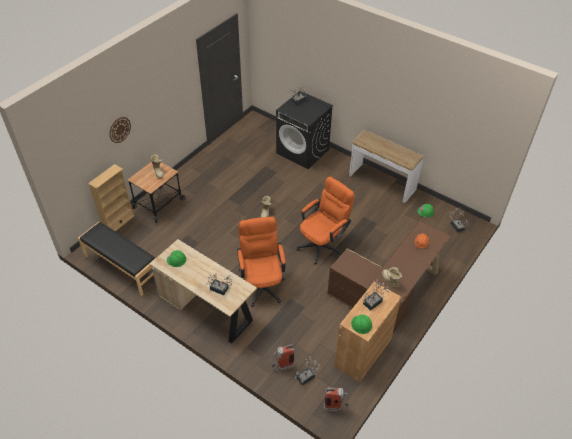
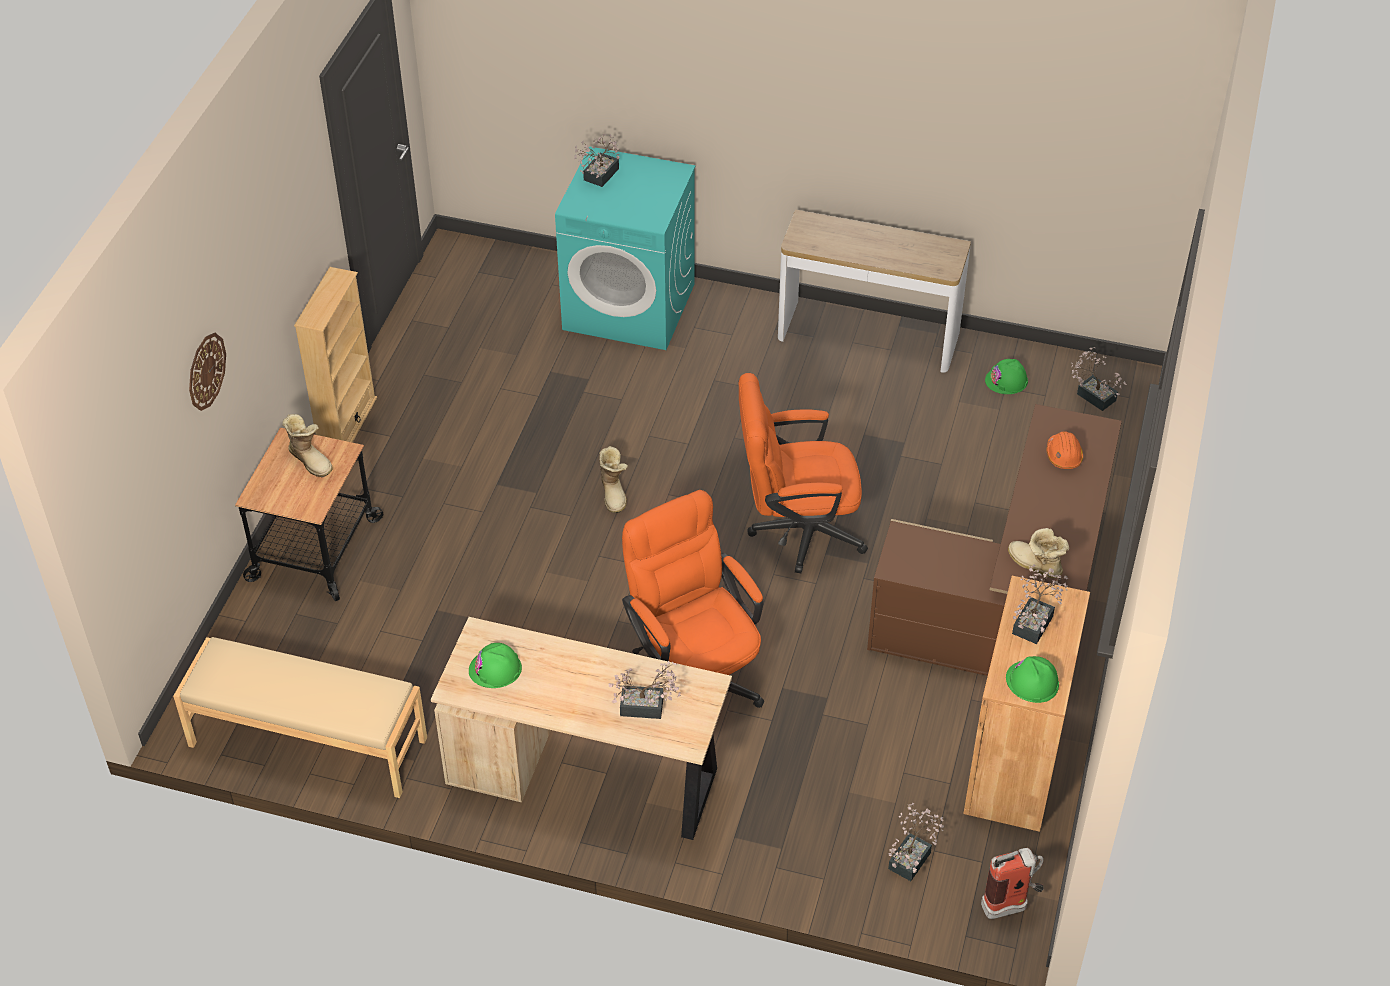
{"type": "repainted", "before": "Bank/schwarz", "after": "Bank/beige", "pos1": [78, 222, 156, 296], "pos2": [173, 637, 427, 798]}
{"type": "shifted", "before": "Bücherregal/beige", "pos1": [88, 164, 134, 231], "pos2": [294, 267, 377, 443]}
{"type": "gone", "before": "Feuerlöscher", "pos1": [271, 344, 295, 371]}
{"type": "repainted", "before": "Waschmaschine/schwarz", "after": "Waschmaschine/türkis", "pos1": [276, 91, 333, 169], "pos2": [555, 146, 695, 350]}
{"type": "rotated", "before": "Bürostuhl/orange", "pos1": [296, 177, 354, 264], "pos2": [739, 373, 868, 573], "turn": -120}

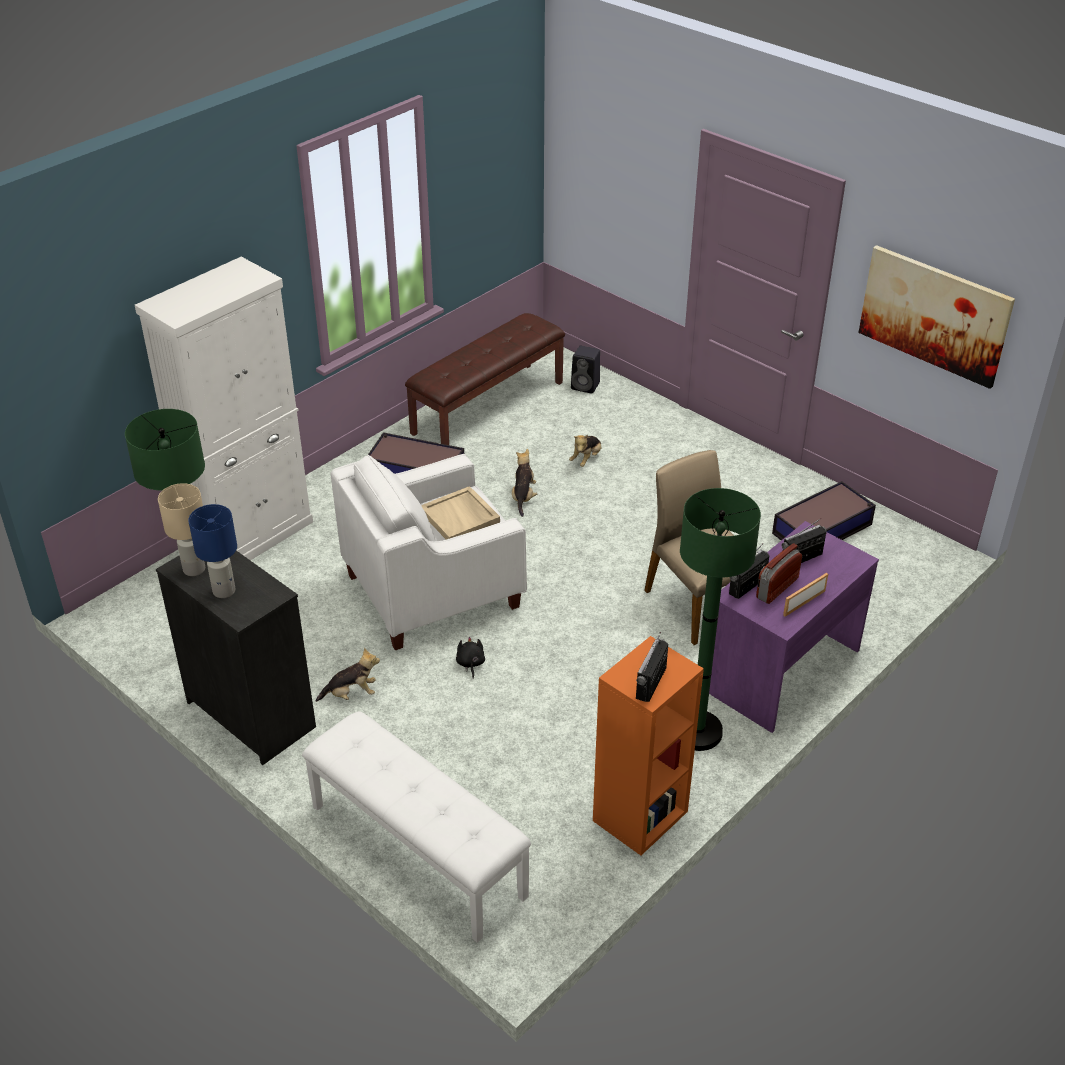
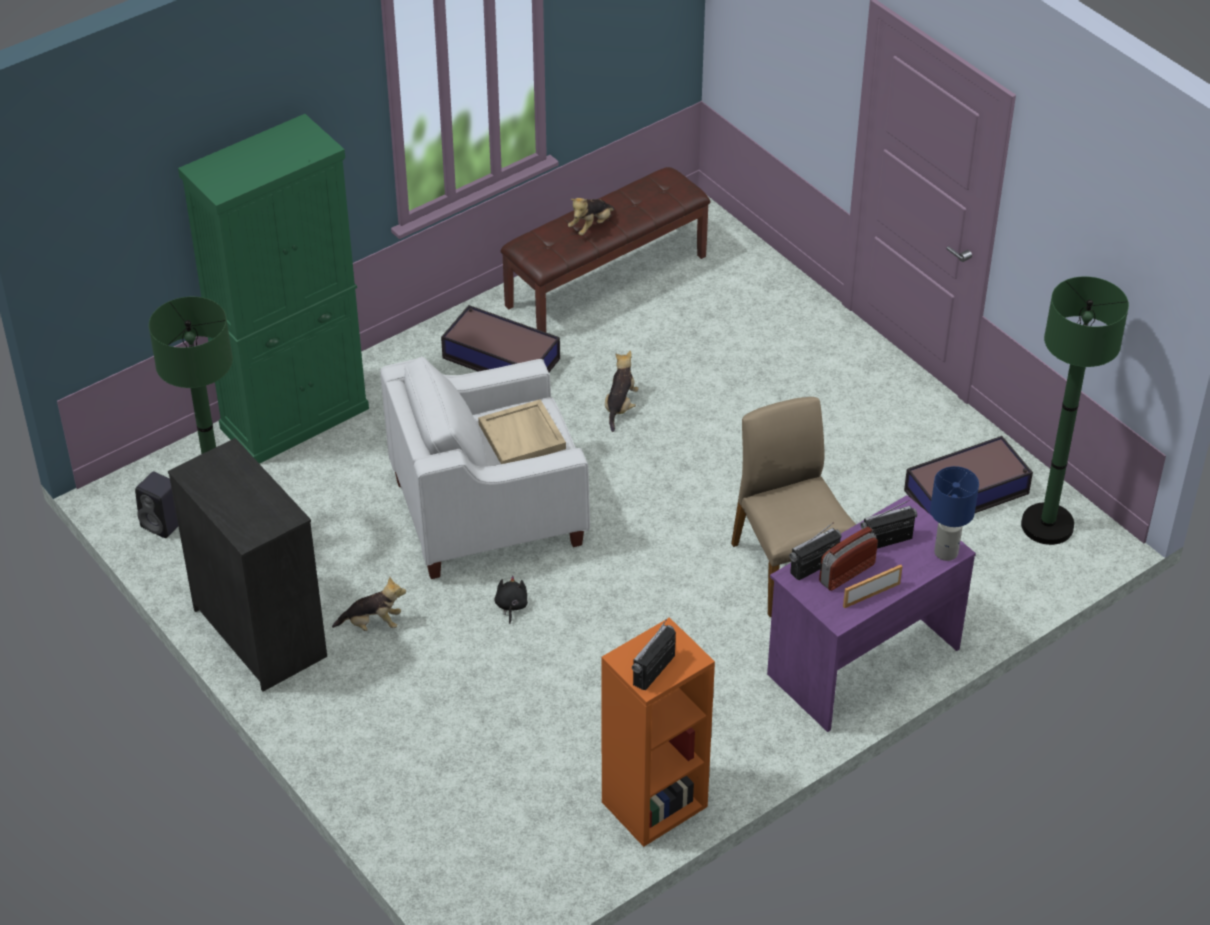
{"type": "repainted", "before": "Schrank/weiß", "after": "Schrank/grün", "pos1": [135, 257, 313, 560], "pos2": [178, 114, 369, 464]}
{"type": "gone", "before": "Tischlampe/beige", "pos1": [158, 483, 205, 576]}
{"type": "shifted", "before": "Tischlampe/blau", "pos1": [188, 504, 237, 598], "pos2": [930, 466, 979, 561]}
{"type": "gone", "before": "Bank/weiß", "pos1": [302, 711, 531, 943]}
{"type": "shifted", "before": "Plüschtier", "pos1": [569, 435, 602, 467], "pos2": [568, 198, 614, 236]}
{"type": "shifted", "before": "Lautsprecher/schwarz", "pos1": [571, 345, 600, 394], "pos2": [135, 471, 178, 538]}
{"type": "shifted", "before": "Stehlampe/grün", "pos1": [680, 488, 761, 751], "pos2": [1021, 276, 1129, 545]}
{"type": "gone", "before": "Bild", "pos1": [858, 245, 1015, 389]}

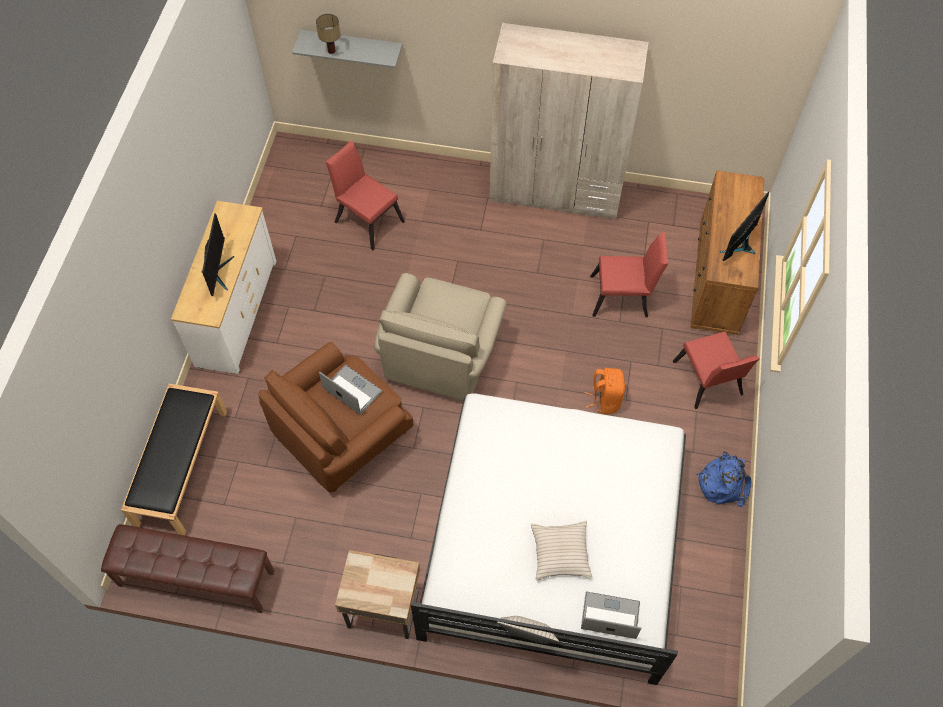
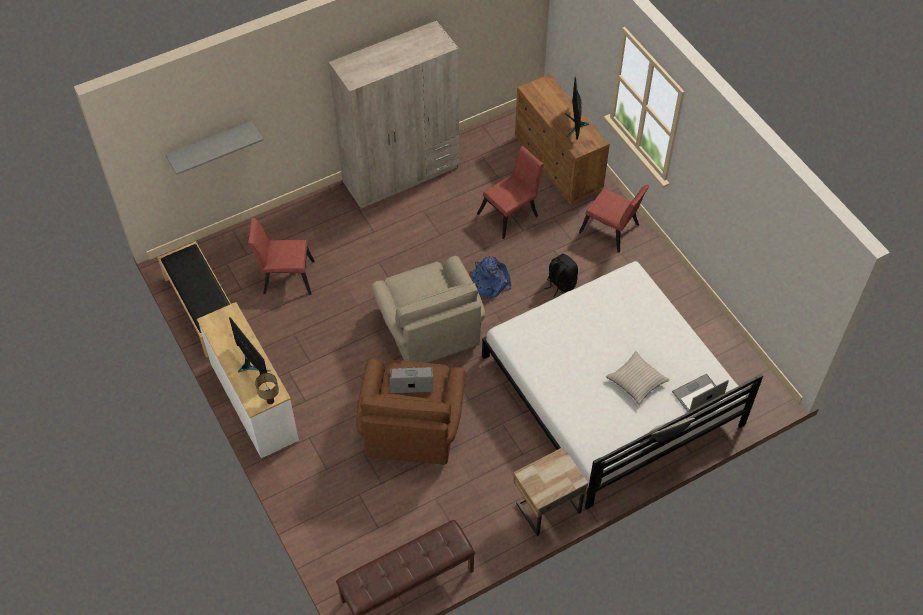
{"type": "shifted", "before": "Bank/schwarz", "pos1": [121, 384, 227, 536], "pos2": [157, 241, 231, 357]}
{"type": "shifted", "before": "Tischlampe", "pos1": [316, 14, 340, 54], "pos2": [255, 373, 279, 404]}
{"type": "repainted", "before": "Rucksack/orange", "after": "Rucksack/schwarz", "pos1": [585, 368, 625, 414], "pos2": [544, 254, 578, 297]}
{"type": "shifted", "before": "Rucksack/blau", "pos1": [696, 451, 751, 507], "pos2": [471, 256, 511, 298]}

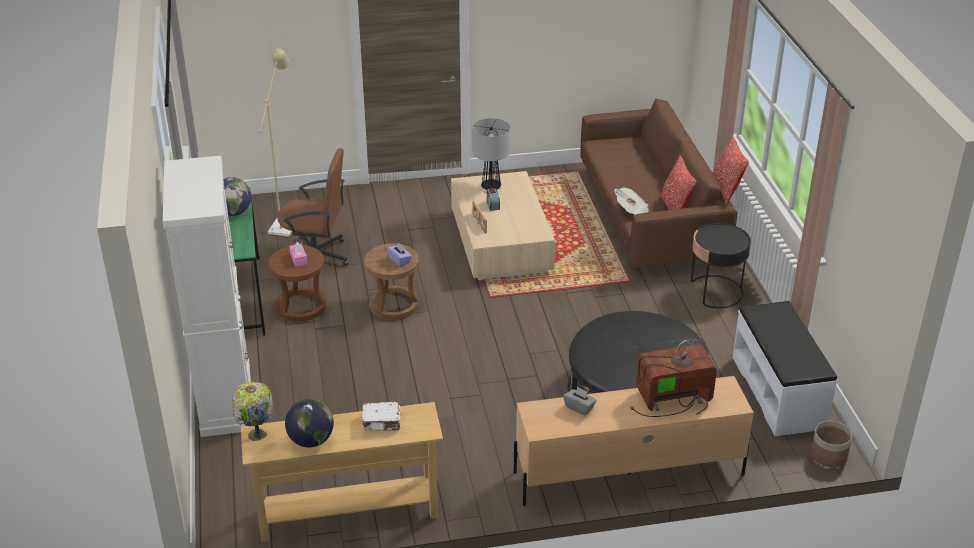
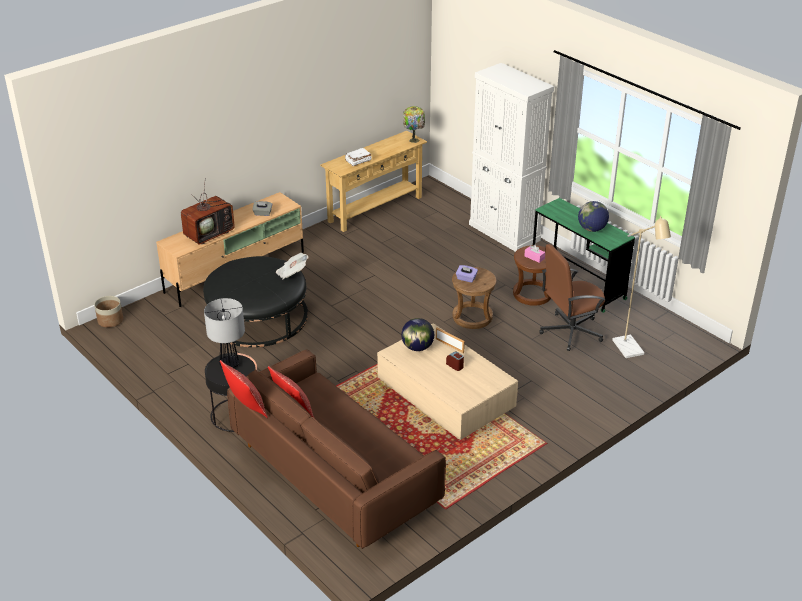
{"type": "shifted", "before": "Globus", "pos1": [285, 399, 334, 447], "pos2": [401, 318, 434, 351]}
{"type": "shifted", "before": "Tischlampe", "pos1": [472, 118, 510, 190], "pos2": [204, 298, 245, 368]}
{"type": "shifted", "before": "Zeitung", "pos1": [614, 188, 649, 215], "pos2": [276, 253, 308, 279]}
{"type": "gone", "before": "Bank/weiß", "pos1": [732, 301, 837, 436]}

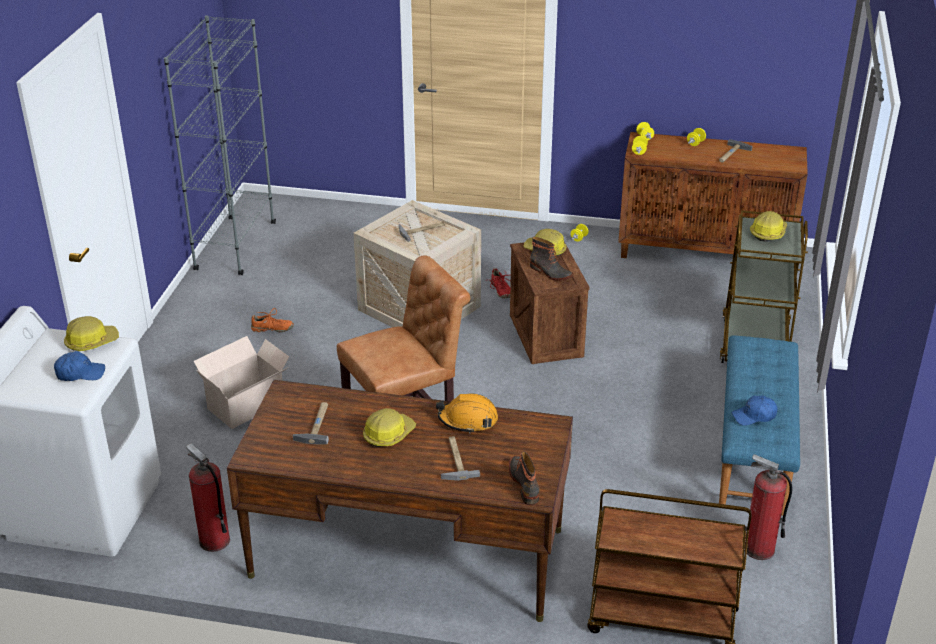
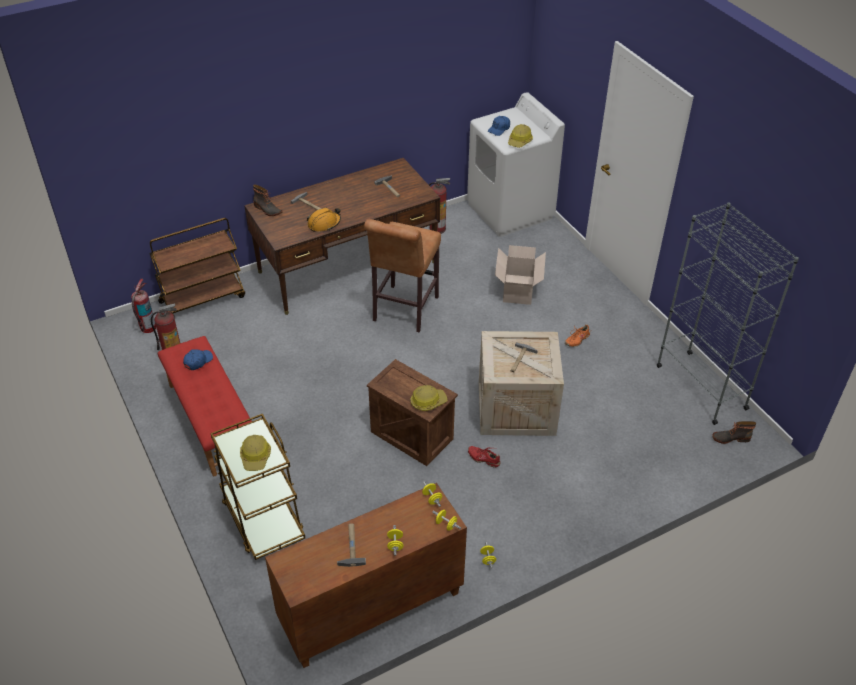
{"type": "gone", "before": "Schutzhelm", "pos1": [363, 408, 416, 447]}
{"type": "shifted", "before": "Stiefel", "pos1": [530, 237, 574, 281], "pos2": [712, 421, 756, 444]}
{"type": "repainted", "before": "Bank/blau", "after": "Bank/rot", "pos1": [719, 335, 800, 516], "pos2": [158, 336, 252, 476]}
{"type": "new", "after": "Feuerlöscher", "pos2": [131, 279, 156, 333]}

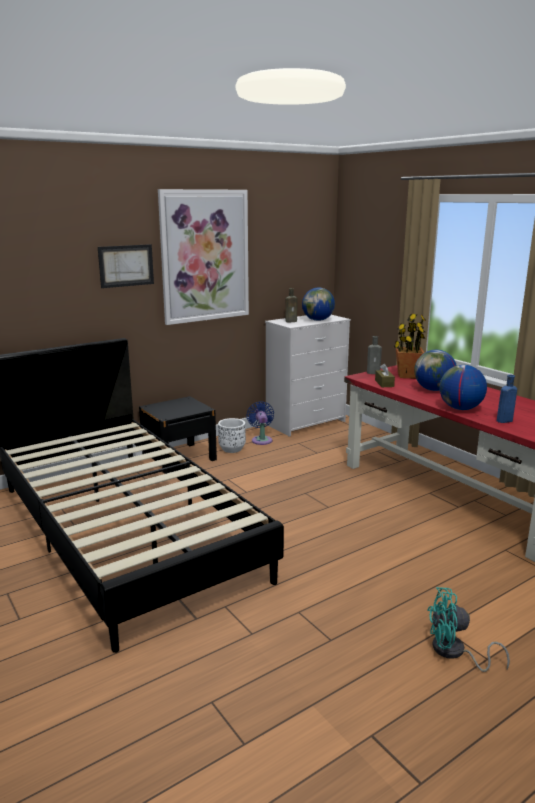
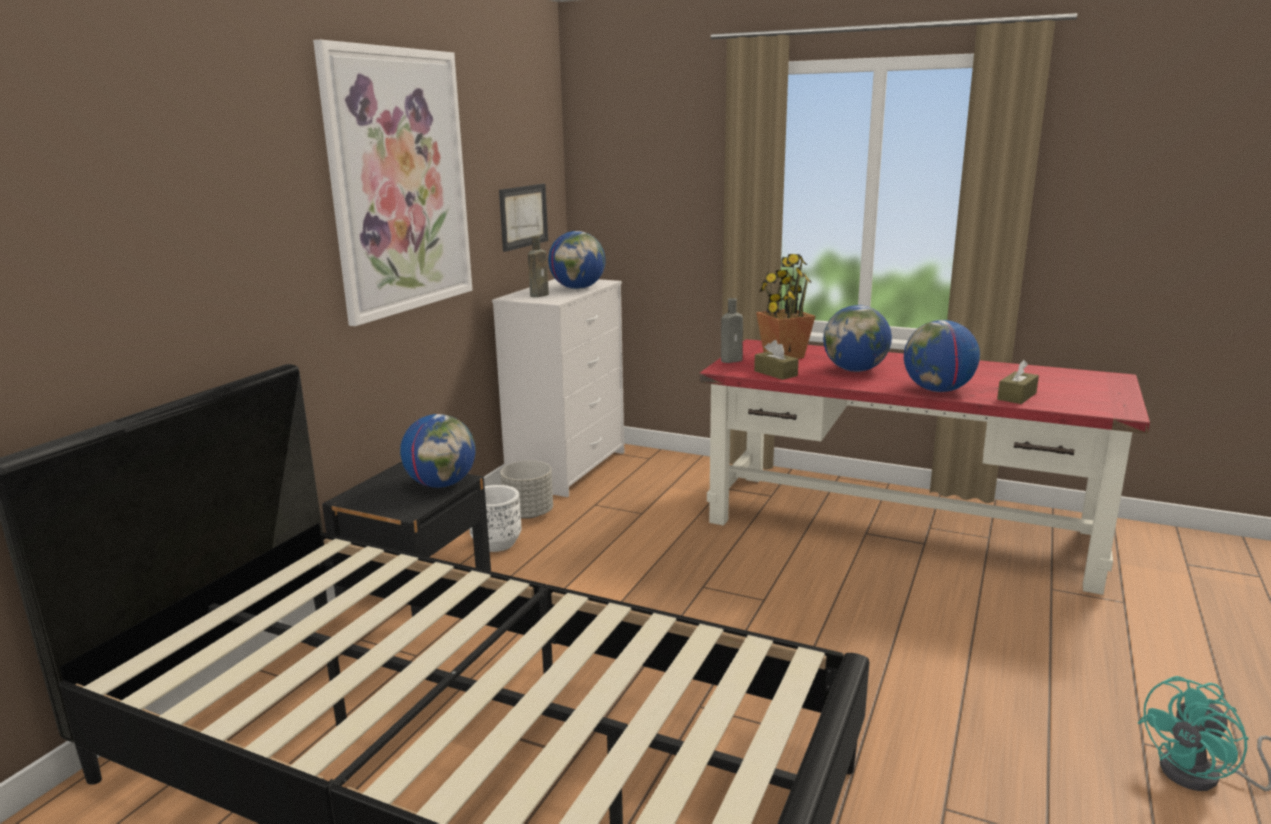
{"type": "shifted", "before": "Bild", "pos1": [98, 244, 154, 288], "pos2": [499, 184, 548, 252]}
{"type": "swapped", "before": "Ventilator/blau", "after": "Pflanzkübel/grau", "pos1": [247, 401, 274, 445], "pos2": [500, 461, 553, 519]}
{"type": "swapped", "before": "Flasche/blau", "after": "Taschentuchbox/braun", "pos1": [497, 375, 517, 423], "pos2": [997, 360, 1039, 404]}
{"type": "new", "after": "Globus", "pos2": [400, 414, 476, 488]}

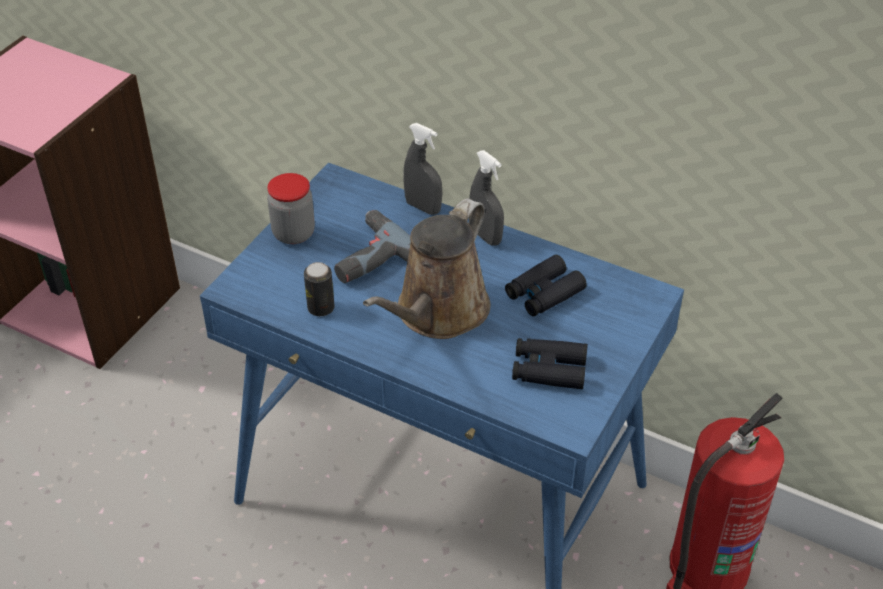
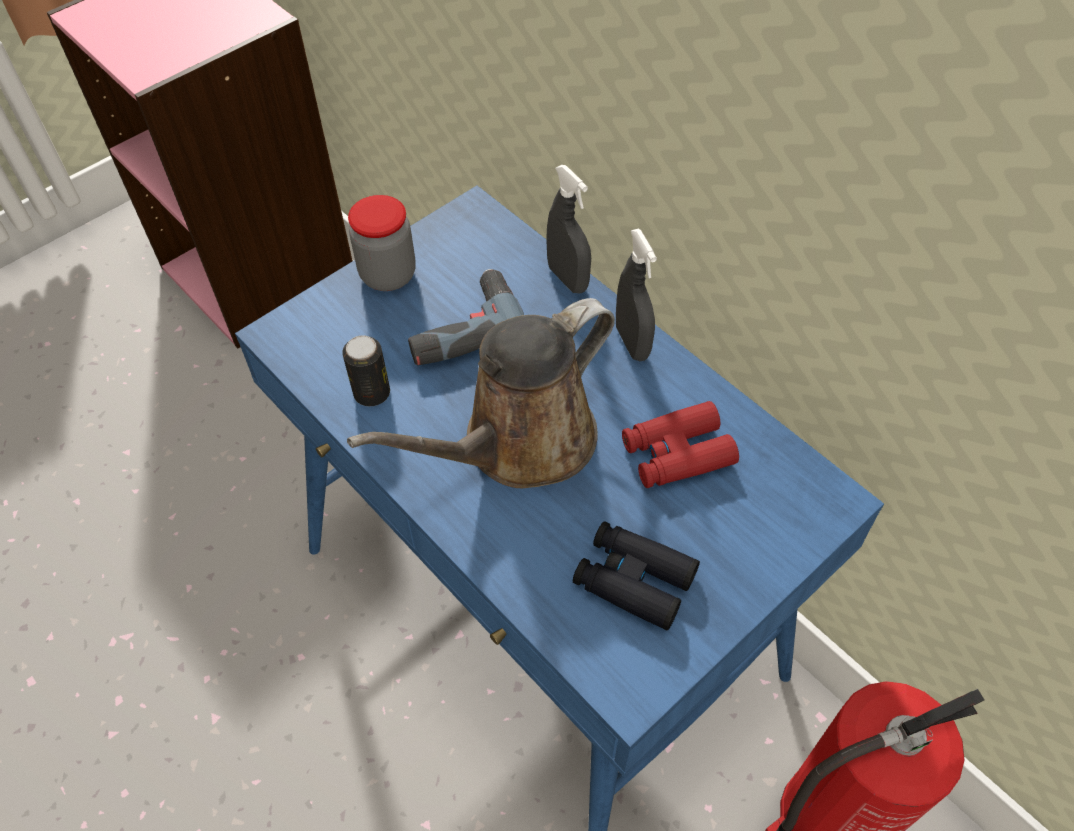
{"type": "repainted", "before": "Fernglas/schwarz", "after": "Fernglas/rot", "pos1": [505, 255, 587, 316], "pos2": [622, 401, 739, 488]}

